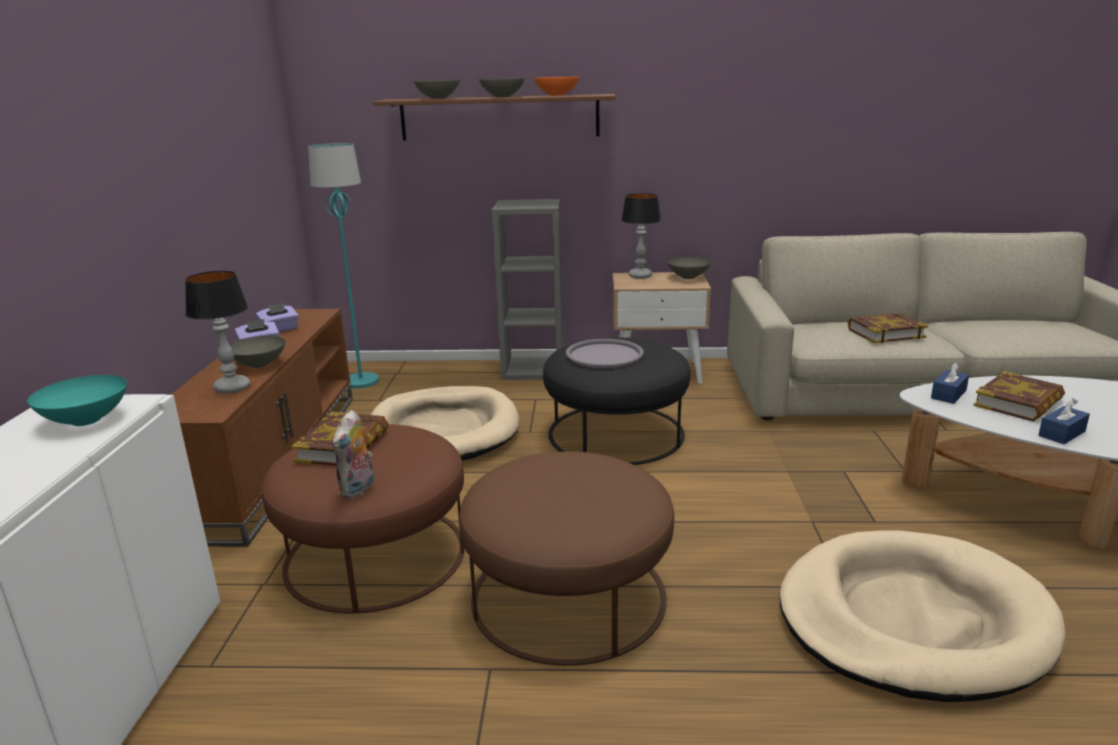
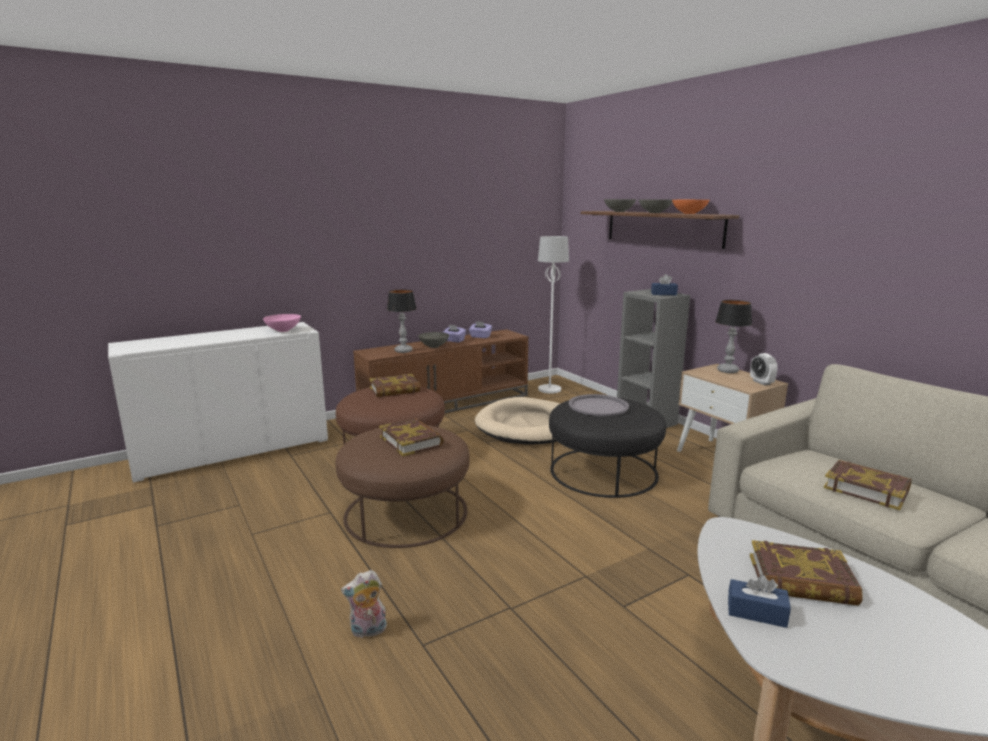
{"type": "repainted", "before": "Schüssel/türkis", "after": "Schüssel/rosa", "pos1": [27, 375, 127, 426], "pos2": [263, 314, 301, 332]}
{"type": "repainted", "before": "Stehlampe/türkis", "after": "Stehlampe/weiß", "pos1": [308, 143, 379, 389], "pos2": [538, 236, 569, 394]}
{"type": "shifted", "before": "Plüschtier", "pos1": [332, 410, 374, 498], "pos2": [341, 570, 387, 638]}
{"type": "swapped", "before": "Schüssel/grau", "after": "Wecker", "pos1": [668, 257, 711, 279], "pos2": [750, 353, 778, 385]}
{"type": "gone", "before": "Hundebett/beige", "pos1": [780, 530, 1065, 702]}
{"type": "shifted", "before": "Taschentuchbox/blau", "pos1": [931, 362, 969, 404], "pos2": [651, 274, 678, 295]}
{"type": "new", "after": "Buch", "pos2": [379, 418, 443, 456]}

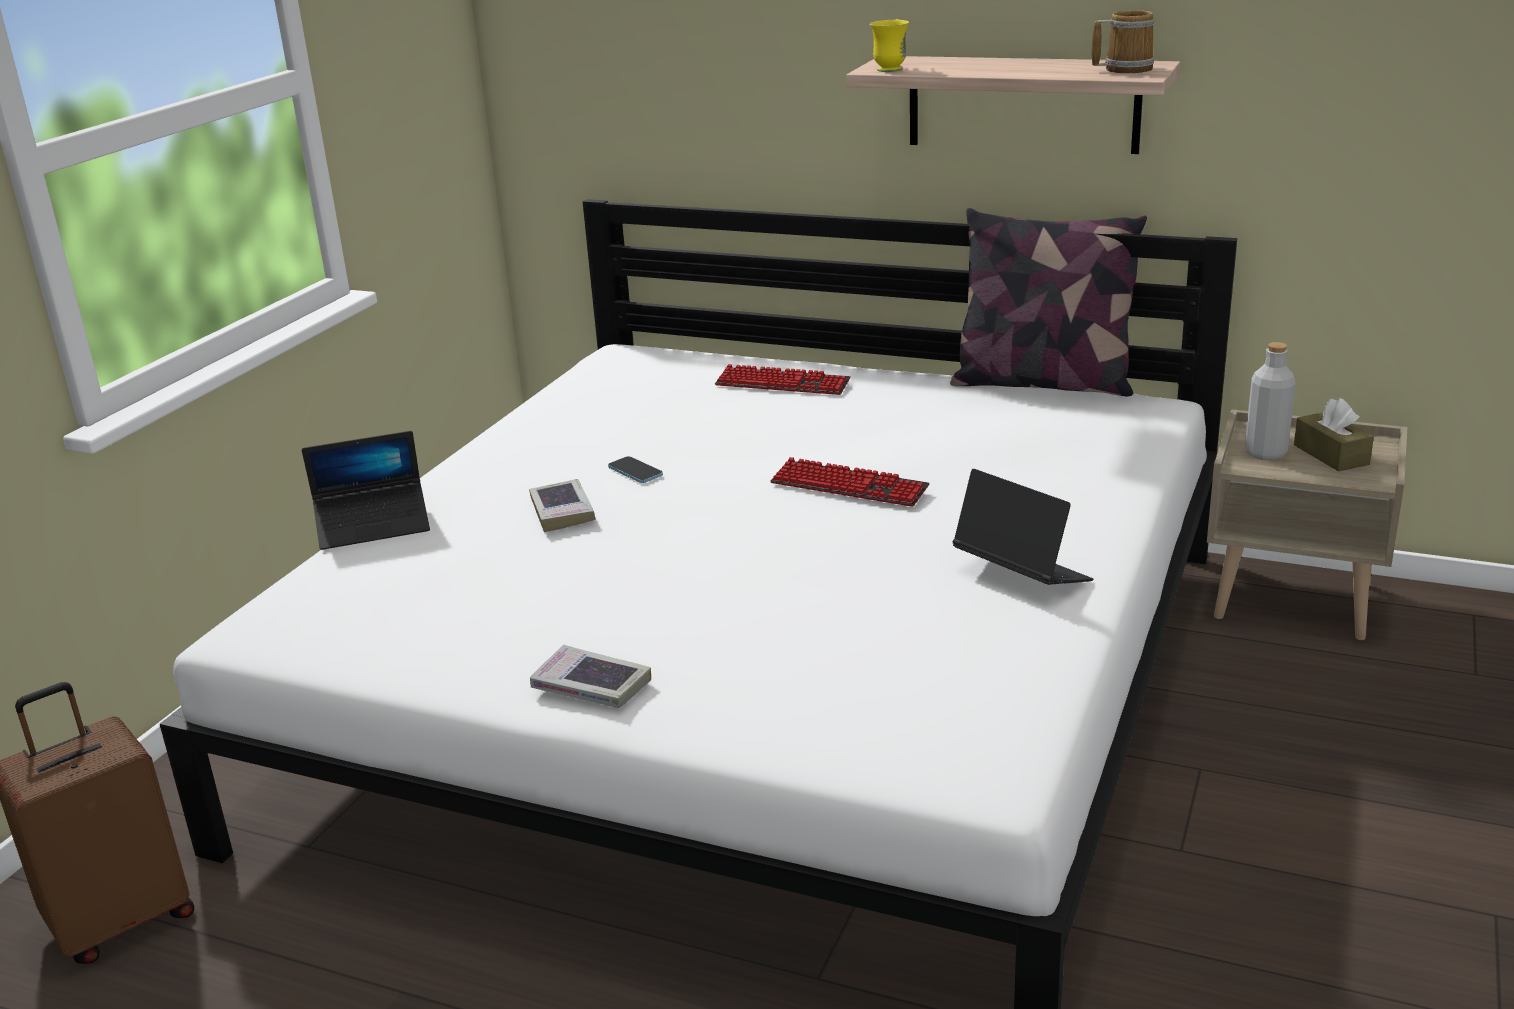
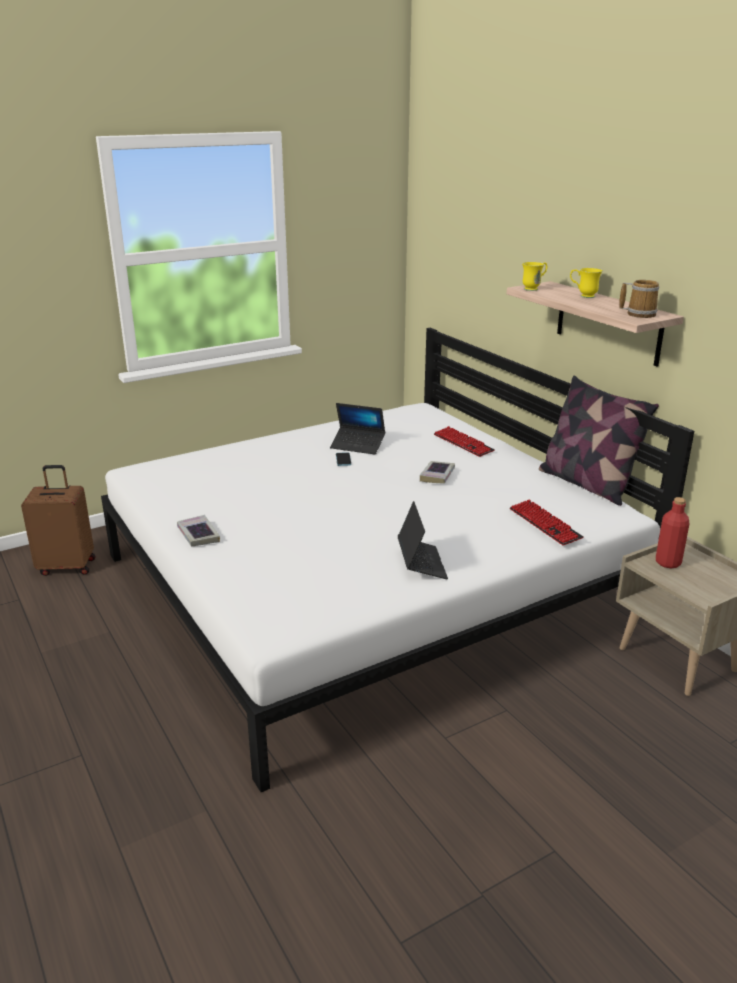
{"type": "shifted", "before": "Laptop", "pos1": [302, 431, 430, 550], "pos2": [330, 403, 385, 455]}
{"type": "shifted", "before": "Buch", "pos1": [529, 479, 595, 532], "pos2": [420, 461, 455, 484]}
{"type": "shifted", "before": "Tastatur", "pos1": [770, 457, 930, 507], "pos2": [510, 500, 584, 546]}
{"type": "repainted", "before": "Flasche/grau", "after": "Flasche/rot", "pos1": [1245, 342, 1296, 460], "pos2": [656, 497, 689, 568]}
{"type": "gone", "before": "Taschentuchbox/braun", "pos1": [1294, 398, 1374, 471]}
{"type": "new", "after": "Henkelbecher/gelb", "pos2": [570, 268, 603, 298]}

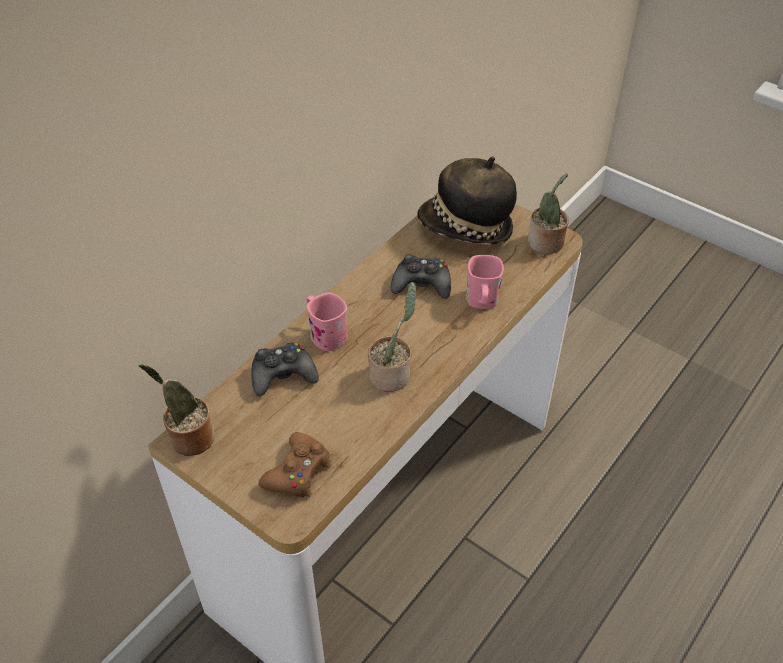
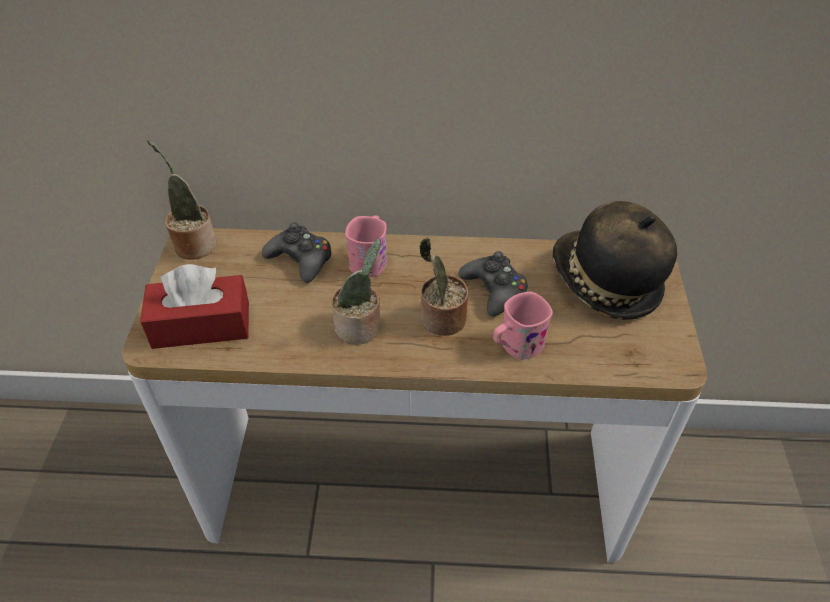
{"type": "swapped", "before": "Gamepad/braun", "after": "Taschentuchbox/rot", "pos1": [259, 432, 331, 497], "pos2": [140, 264, 249, 349]}
{"type": "shifted", "before": "Topfpflanze", "pos1": [528, 173, 569, 254], "pos2": [419, 237, 469, 336]}

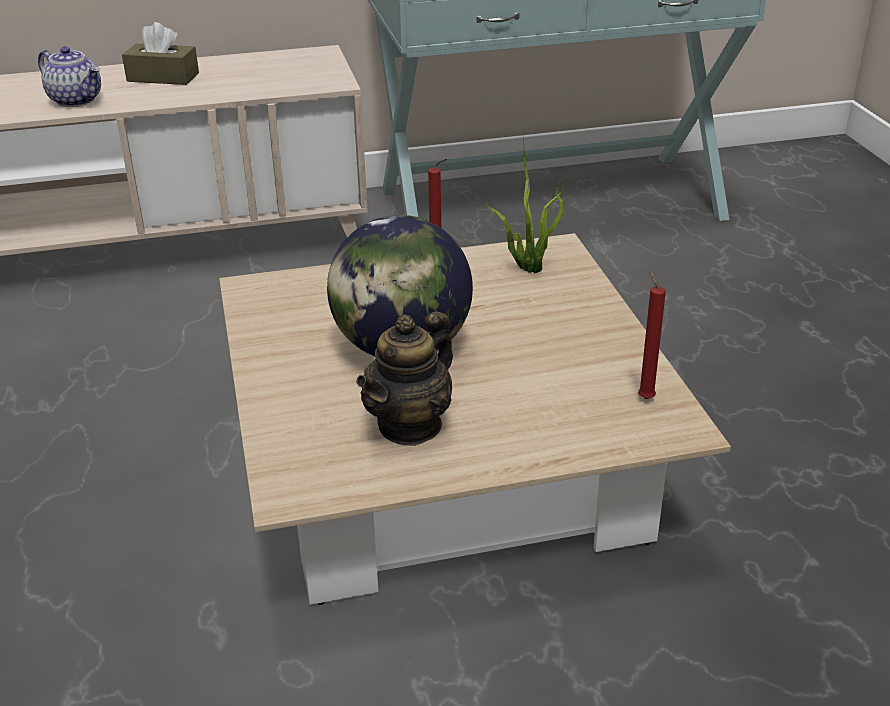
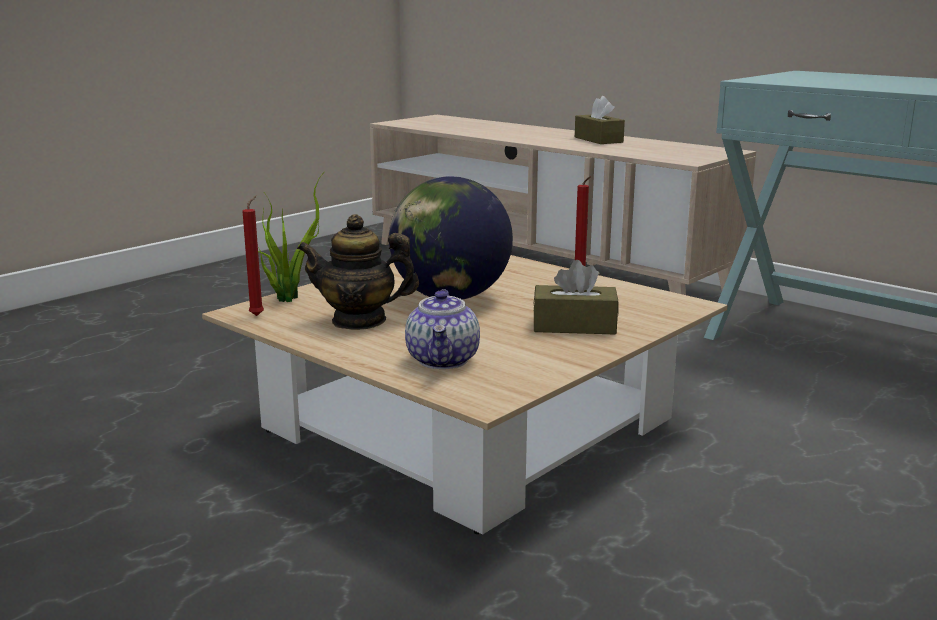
{"type": "shifted", "before": "Teekanne", "pos1": [38, 46, 101, 107], "pos2": [405, 289, 480, 369]}
{"type": "shifted", "before": "Topfpflanze", "pos1": [483, 135, 567, 273], "pos2": [258, 172, 324, 302]}
{"type": "shifted", "before": "Kerze/rot", "pos1": [638, 270, 666, 399], "pos2": [242, 195, 264, 316]}
{"type": "new", "after": "Taschentuchbox/braun", "pos2": [533, 260, 618, 335]}

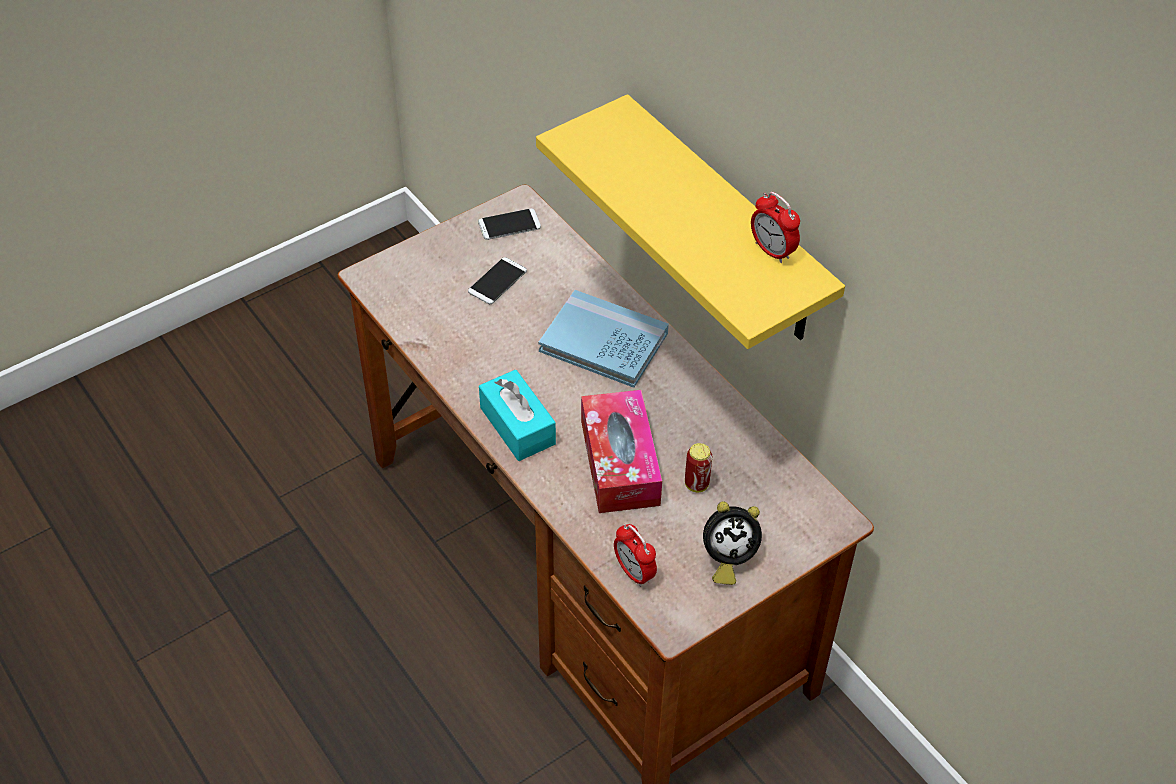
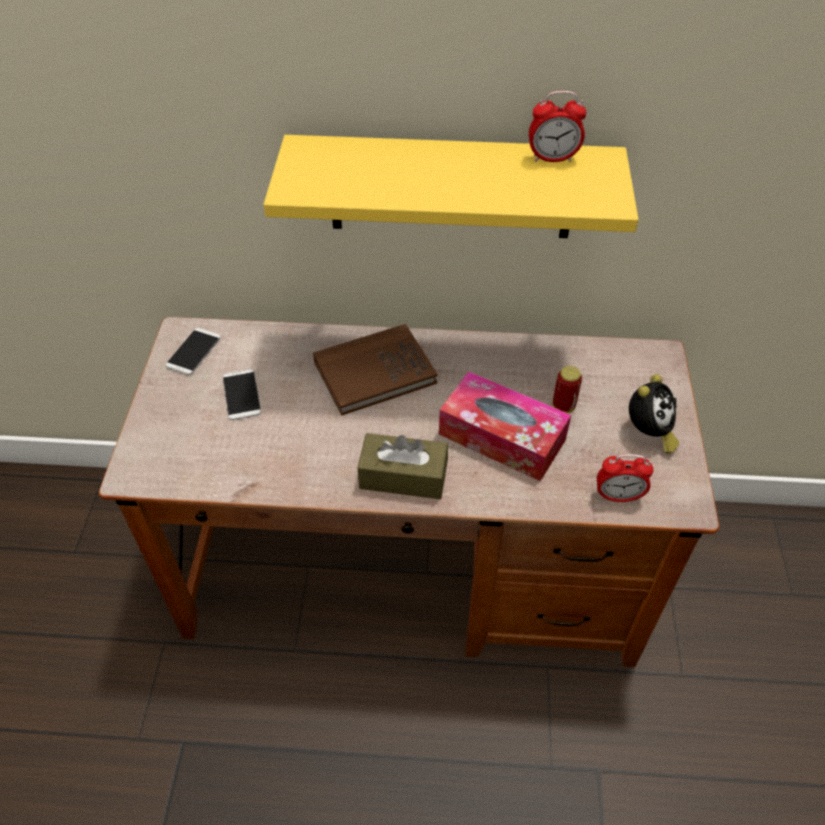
{"type": "repainted", "before": "Taschentuchbox/türkis", "after": "Taschentuchbox/braun", "pos1": [479, 370, 556, 461], "pos2": [357, 433, 448, 499]}
{"type": "repainted", "before": "Buch/blau", "after": "Buch/braun", "pos1": [538, 290, 669, 388], "pos2": [313, 324, 438, 415]}

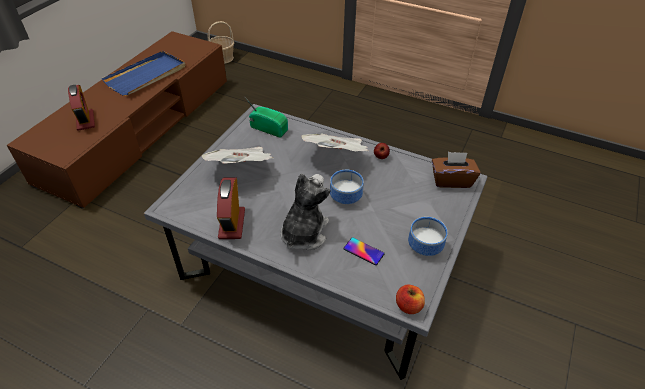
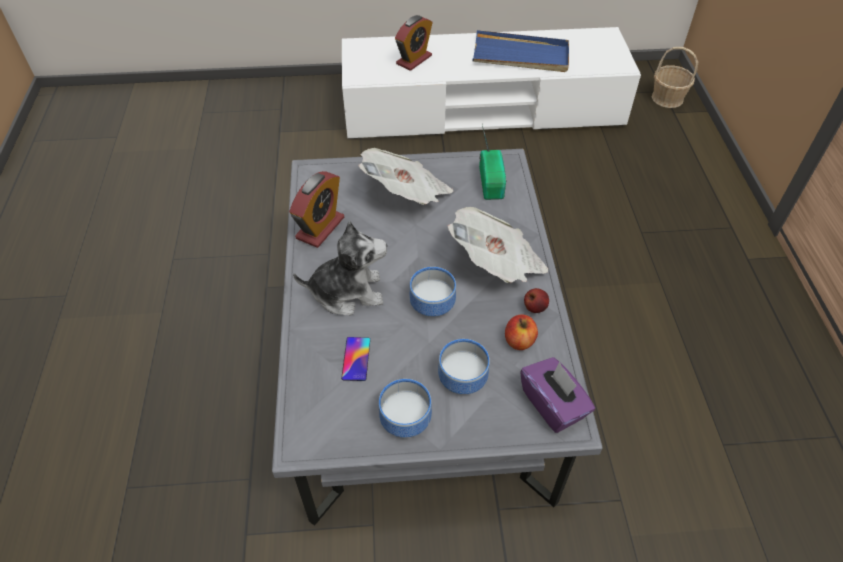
{"type": "repainted", "before": "Fernsehschrank/braun", "after": "Fernsehschrank/weiß", "pos1": [7, 31, 227, 209], "pos2": [342, 27, 641, 139]}
{"type": "rotated", "before": "Wecker", "pos1": [217, 178, 245, 239], "pos2": [289, 171, 344, 248], "turn": 150}
{"type": "shifted", "before": "Apfel", "pos1": [396, 285, 425, 314], "pos2": [505, 314, 538, 350]}
{"type": "repainted", "before": "Taschentuchbox/braun", "after": "Taschentuchbox/lila", "pos1": [432, 152, 480, 188], "pos2": [520, 357, 595, 433]}
{"type": "new", "after": "Schüssel", "pos2": [438, 339, 490, 394]}

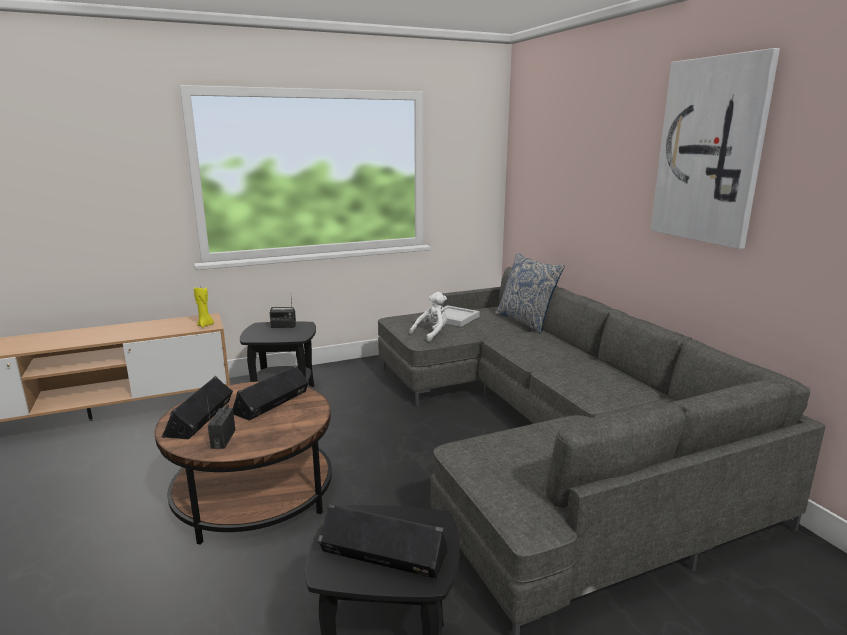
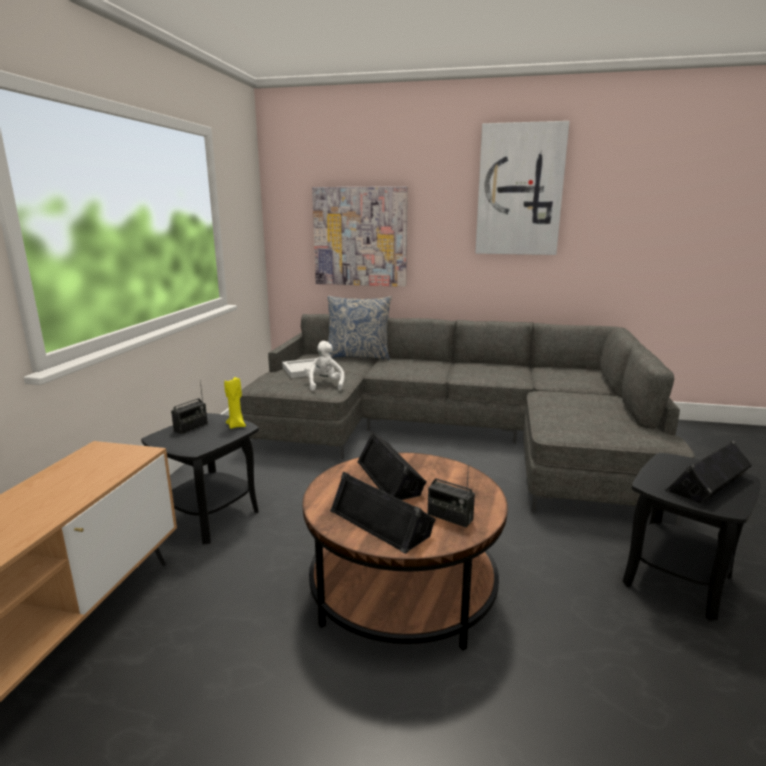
{"type": "shifted", "before": "Kerze/gelb", "pos1": [194, 287, 214, 327], "pos2": [224, 377, 246, 429]}
{"type": "new", "after": "Bild", "pos2": [312, 186, 408, 287]}

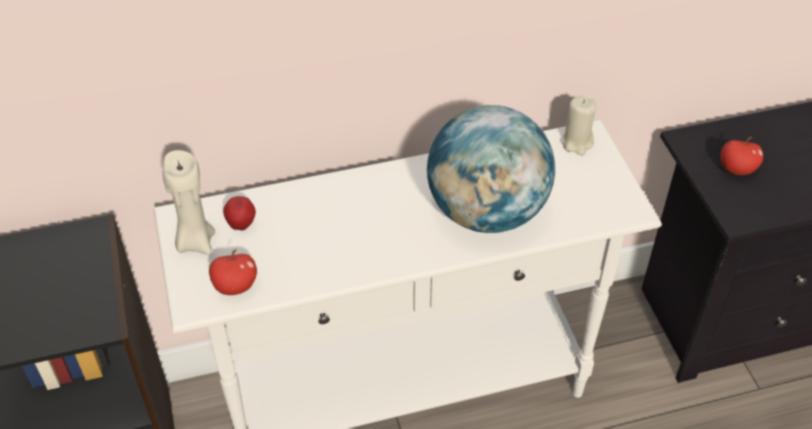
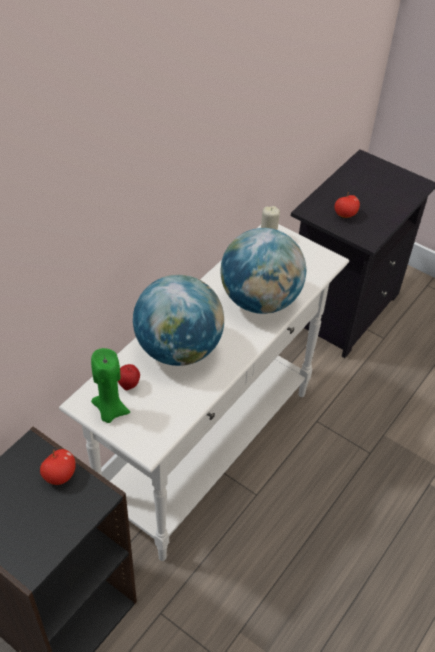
{"type": "repainted", "before": "Kerze/beige", "after": "Kerze/grün", "pos1": [162, 150, 215, 255], "pos2": [91, 348, 130, 423]}
{"type": "shifted", "before": "Apfel", "pos1": [209, 249, 257, 295], "pos2": [40, 449, 76, 485]}
{"type": "new", "after": "Globus", "pos2": [133, 275, 224, 366]}

